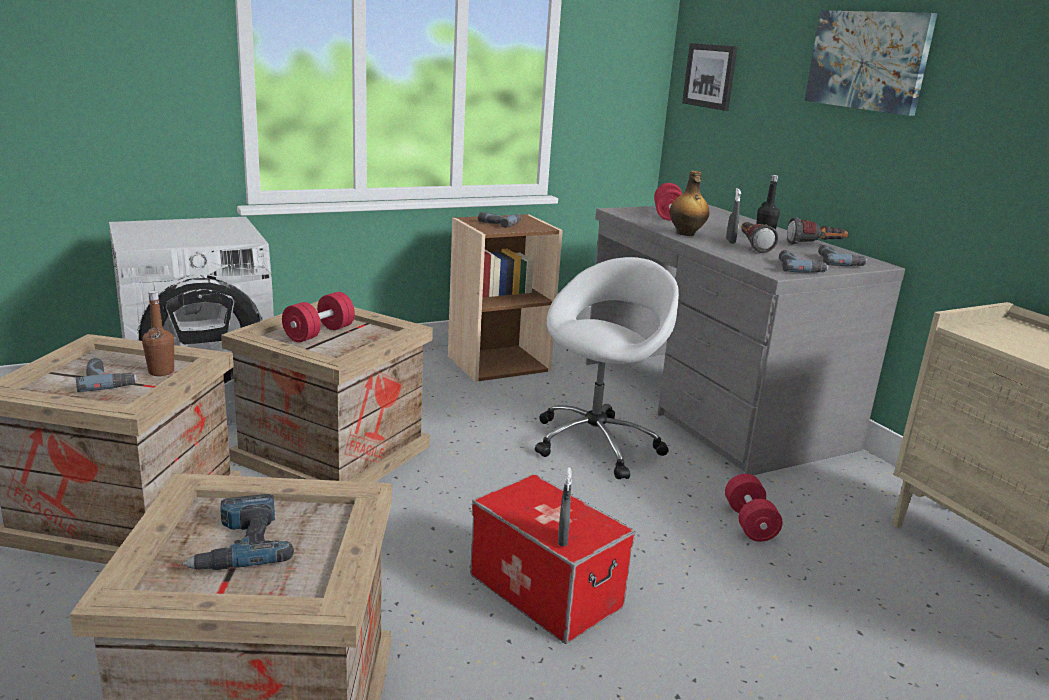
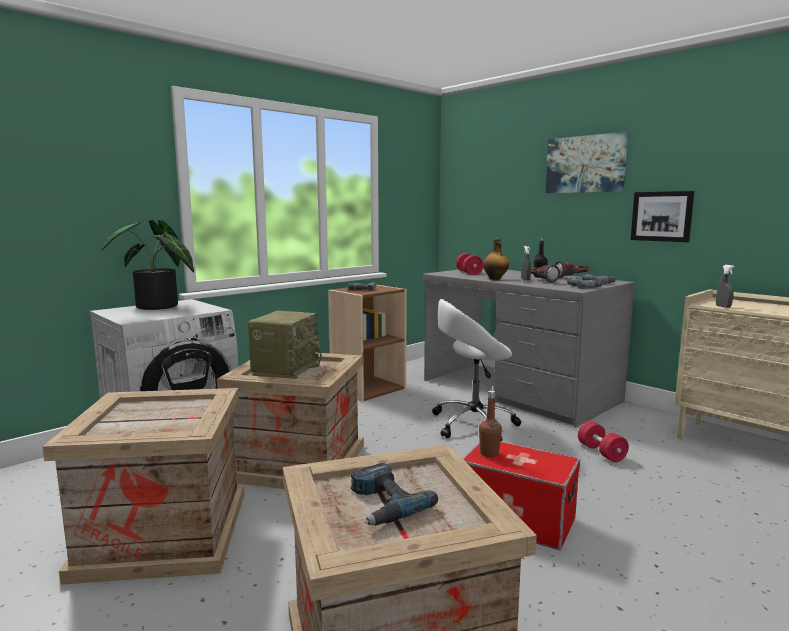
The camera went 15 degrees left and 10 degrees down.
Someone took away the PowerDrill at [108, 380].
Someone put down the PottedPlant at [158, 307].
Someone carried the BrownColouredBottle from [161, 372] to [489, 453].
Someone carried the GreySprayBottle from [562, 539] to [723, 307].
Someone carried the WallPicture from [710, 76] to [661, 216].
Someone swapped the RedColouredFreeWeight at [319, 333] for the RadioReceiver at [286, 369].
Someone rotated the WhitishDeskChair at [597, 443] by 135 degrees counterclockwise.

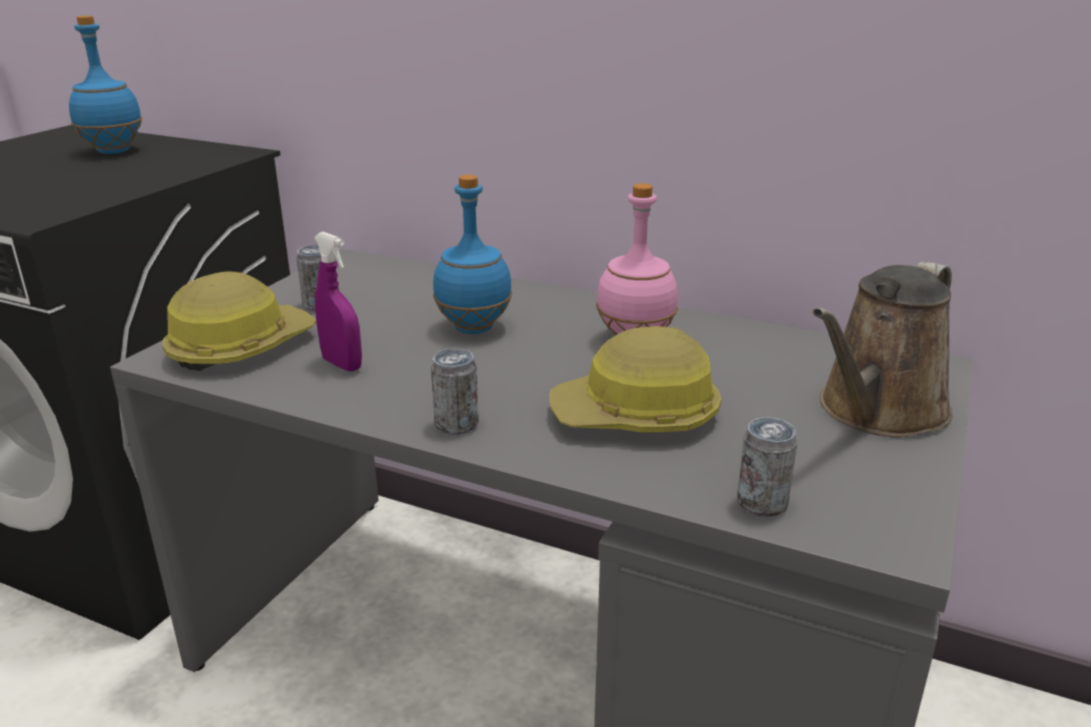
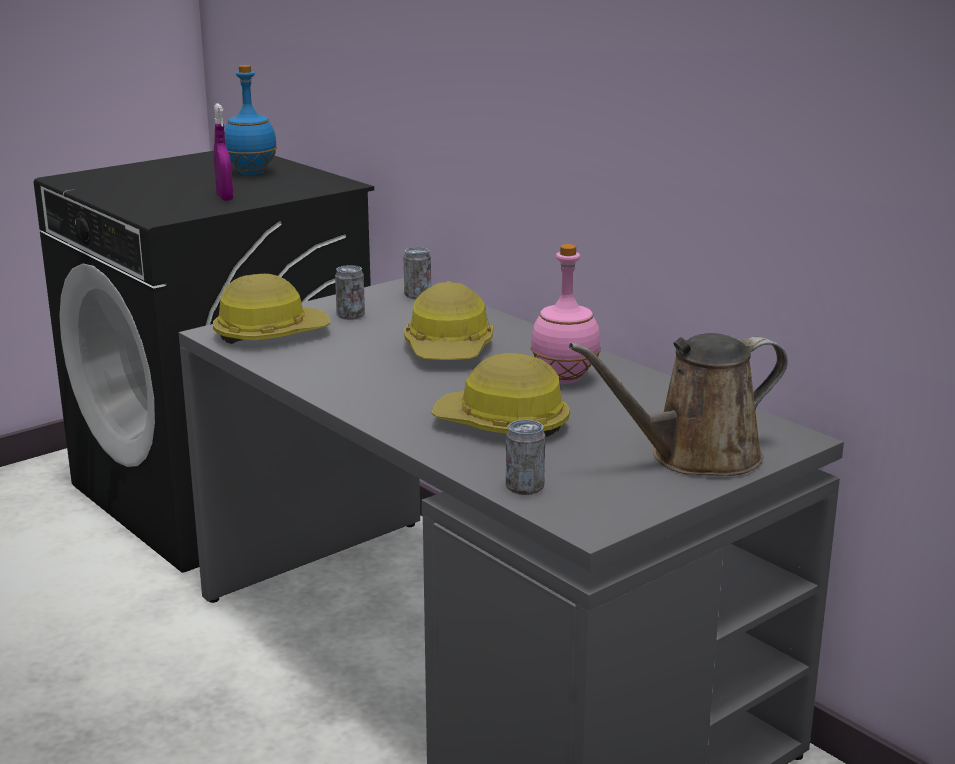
The camera went 25 degrees right and 5 degrees down.
Someone carried the PurpleColouredSprayBottle from [342, 364] to [225, 198].
Someone carried the Can from [456, 425] to [417, 295].
Someone swapped the BluishBottle at [474, 327] for the HardHat at [449, 349].

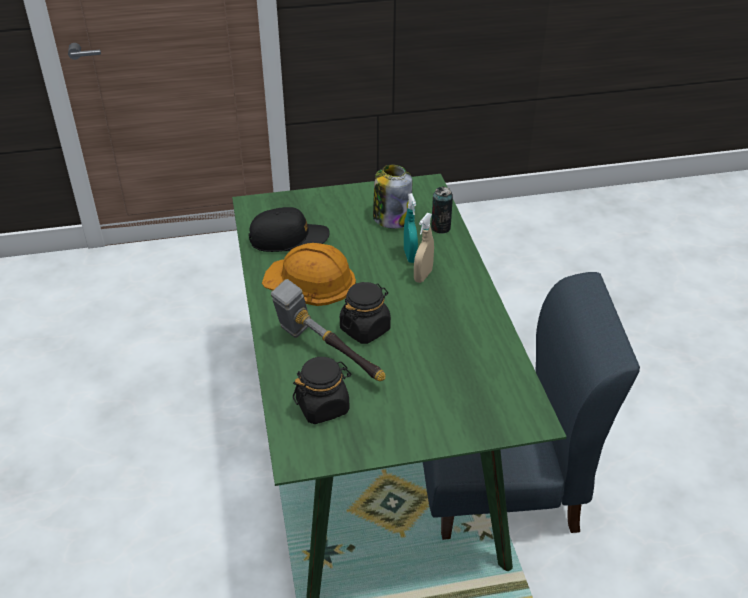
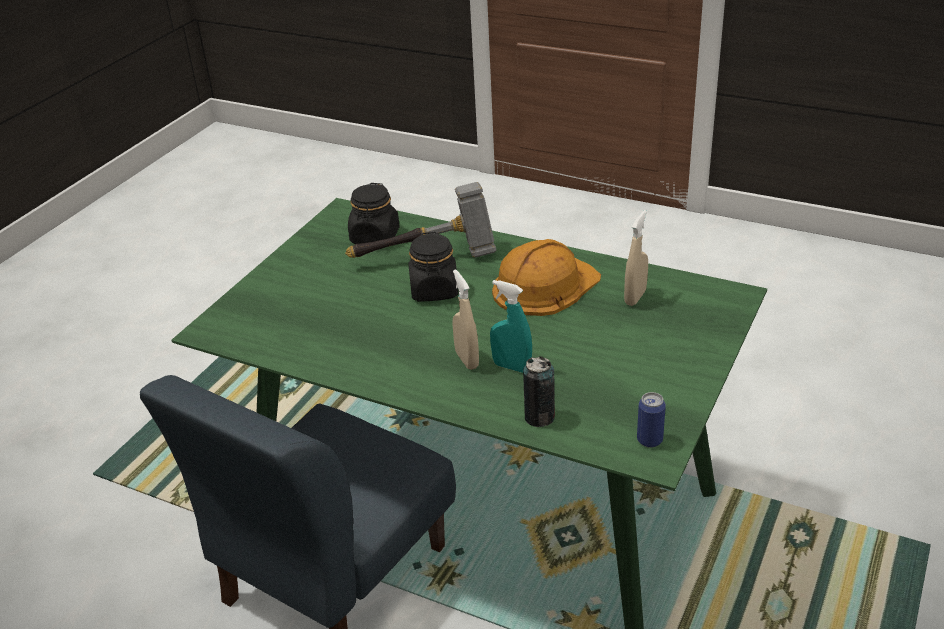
The camera went 130 degrees right and 5 degrees down.
Someone took away the PreserveJar at [391, 218].
Someone put down the Can at [649, 440].
Someone swapped the BlackishCap at [289, 239] for the SandColouredSprayBottle at [635, 297].

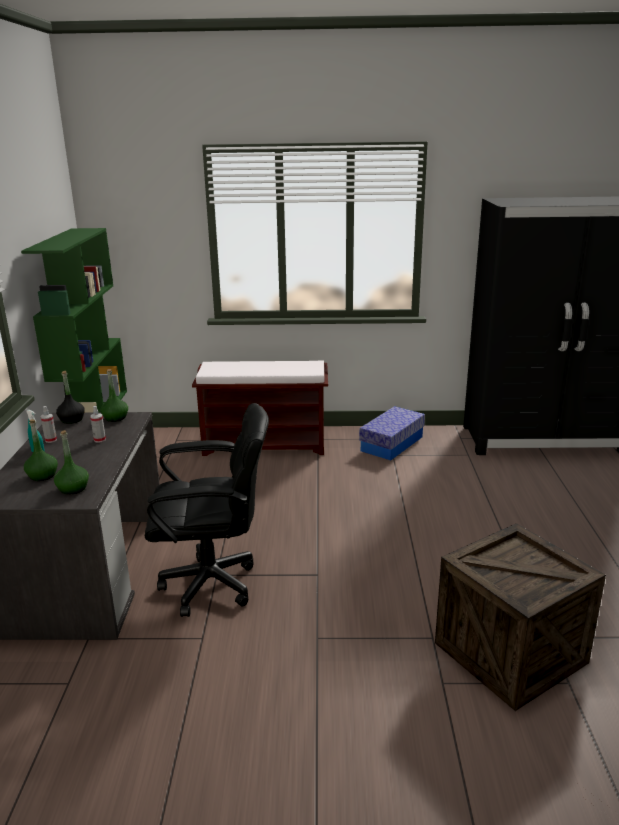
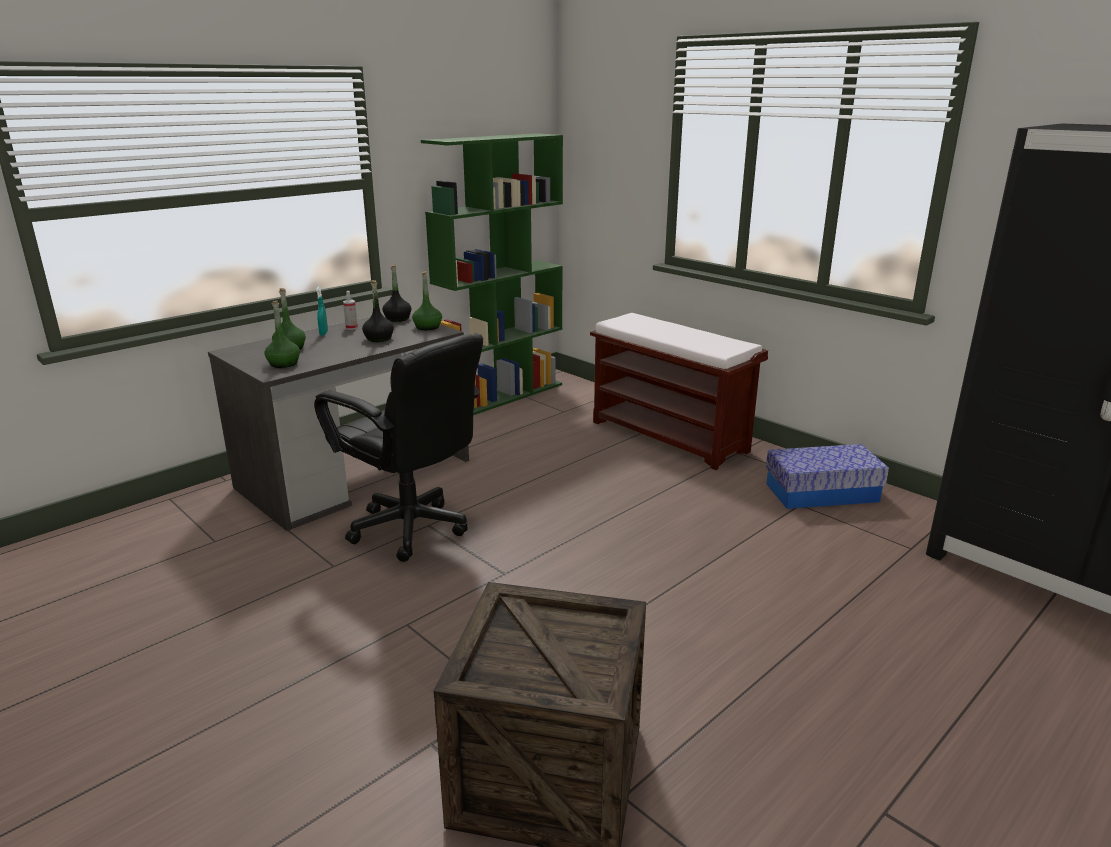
The camera went 45 degrees right and 0 degrees up.
Someone swapped the SprayBottle at [99, 440] for the BlackishBottle at [379, 339].

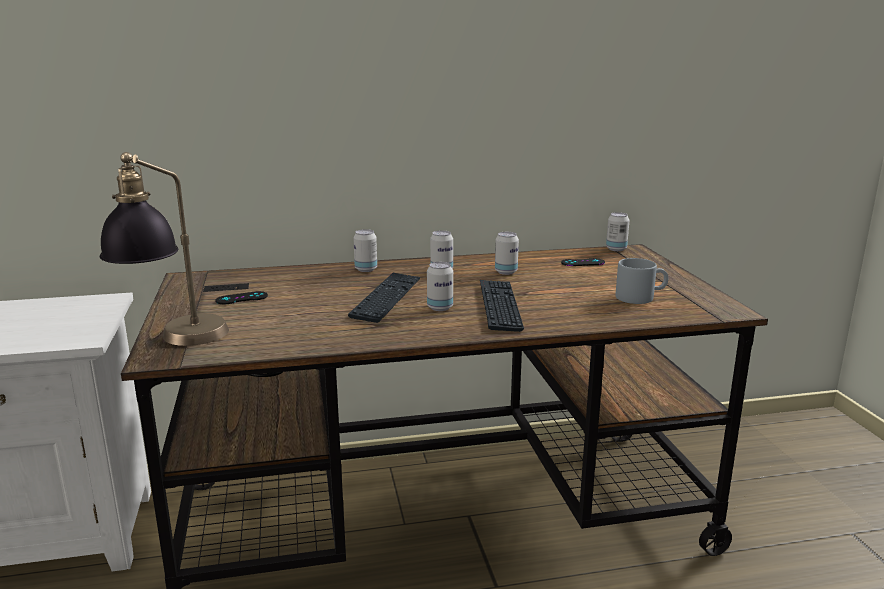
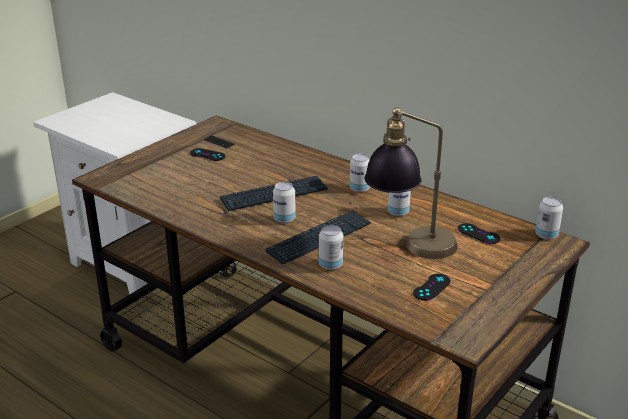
The camera went 50 degrees right and 10 degrees up.
Someone carried the LampForATable from [175, 343] to [409, 247].
Someone carried the Can from [366, 269] to [330, 265].
Someone swapped the GreyCoffeeMug at [640, 297] for the BlackishGamepad at [431, 287].

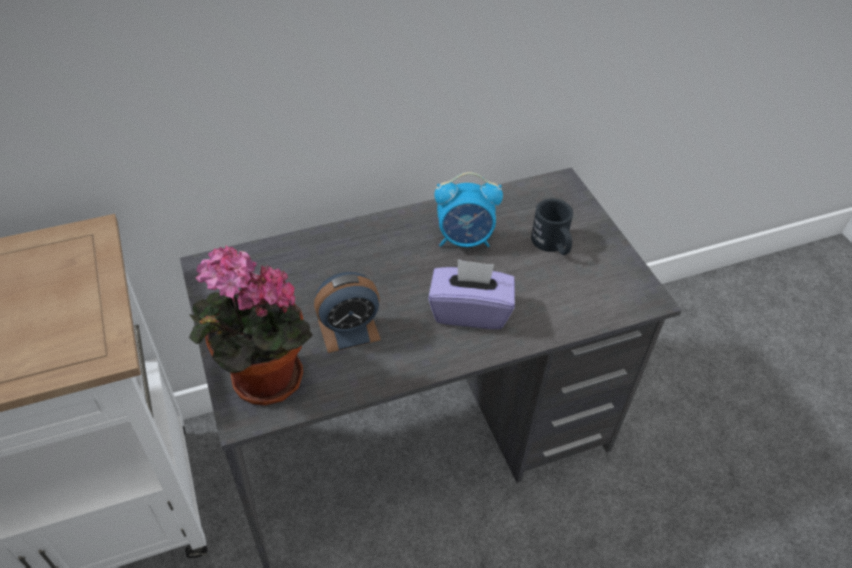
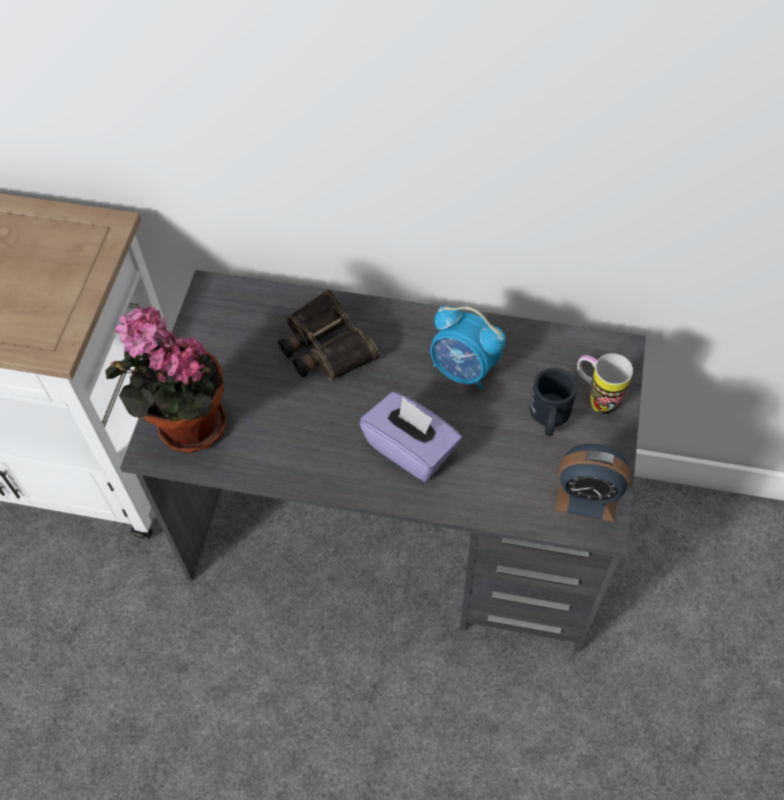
The camera went 35 degrees right and 10 degrees up.
Someone put down the PairOfBinoculars at [324, 346].
Someone put down the CoffeeMug at [595, 399].
Someone carried the AlarmClock from [349, 330] to [587, 496].

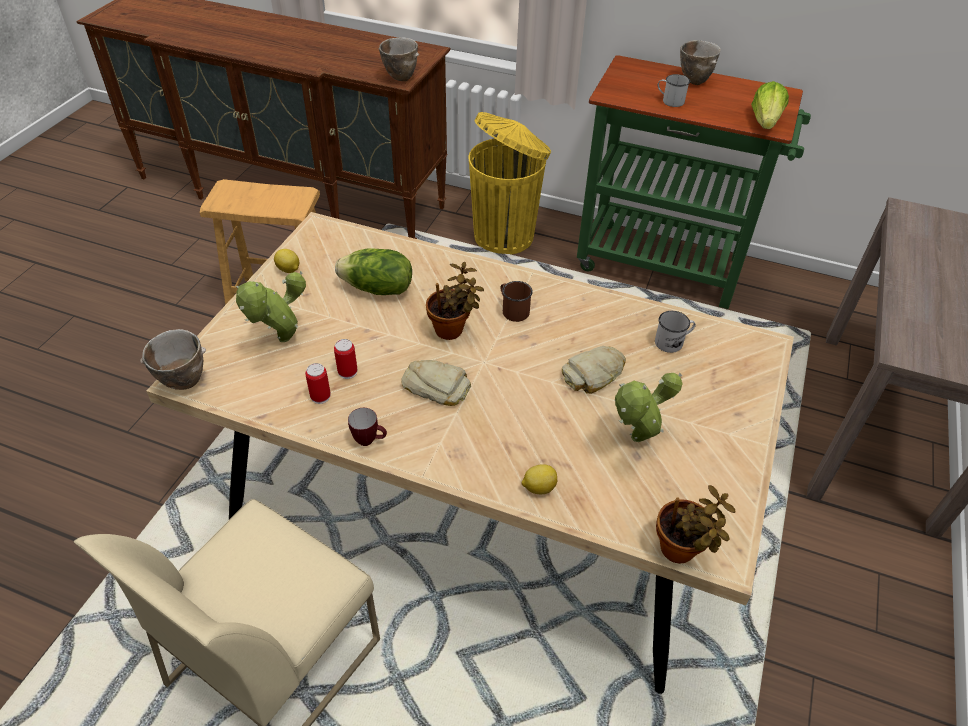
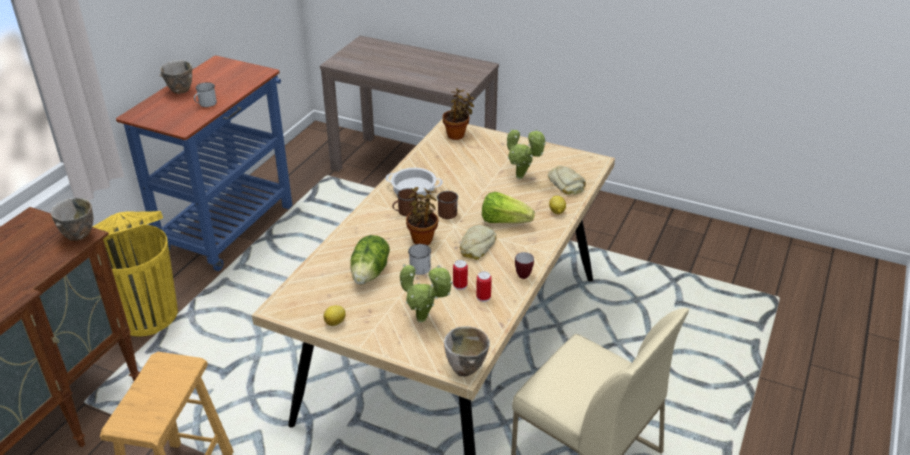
The camera went 85 degrees left and 10 degrees down.
Someone put down the Saucepot at [413, 188].
Someone put down the BrownColouredCoffeeMug at [448, 212].
Someone carried the Bread from [594, 374] to [566, 184].
Someone carried the WhitishCoffeeMug from [673, 342] to [419, 266].
Someone carried the PottedPlant from [681, 551] to [457, 135].
Someone carried the LettuceHead from [765, 122] to [504, 221].
Someone repainted the GreenWheeledCart at [662, 264], which became the BluishWheeledCart at [229, 228].

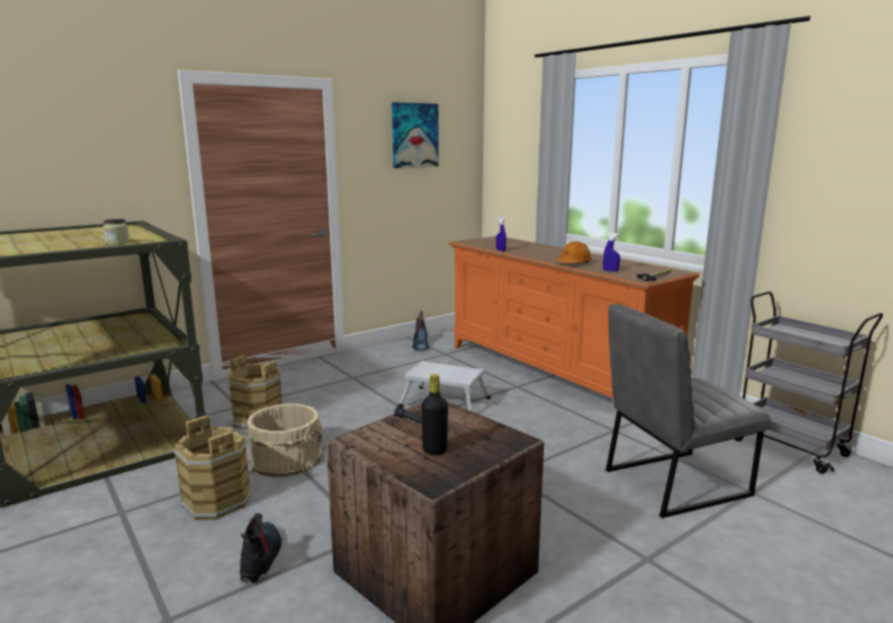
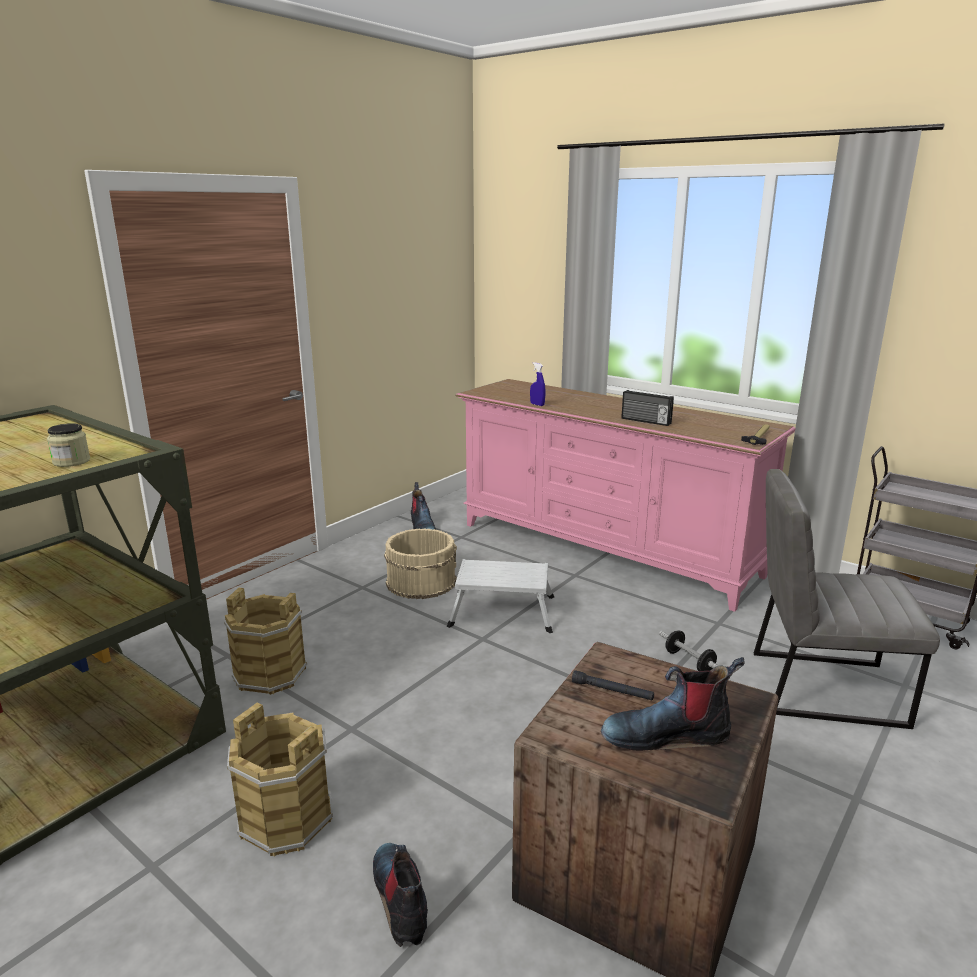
The camera went 15 degrees left and 5 degrees up.
Someone took away the WallPicture at [414, 135].
Someone took away the BluishSprayBottle at [610, 271].
Someone put down the FreeWeight at [689, 662].
Someone carried the SandColouredBucket from [286, 458] to [421, 581].
Someone swapped the BlackishBottle at [434, 450] for the HighTopBoot at [667, 735].
Someone swapped the OrangeyHardHat at [574, 263] for the RadioReceiver at [645, 421].
Someone repainted the OrangeyCupboard at [552, 373], which became the PinkCupboard at [604, 550].
Someone rotated the GreyPlainChair at [672, 482] by 45 degrees clockwise.

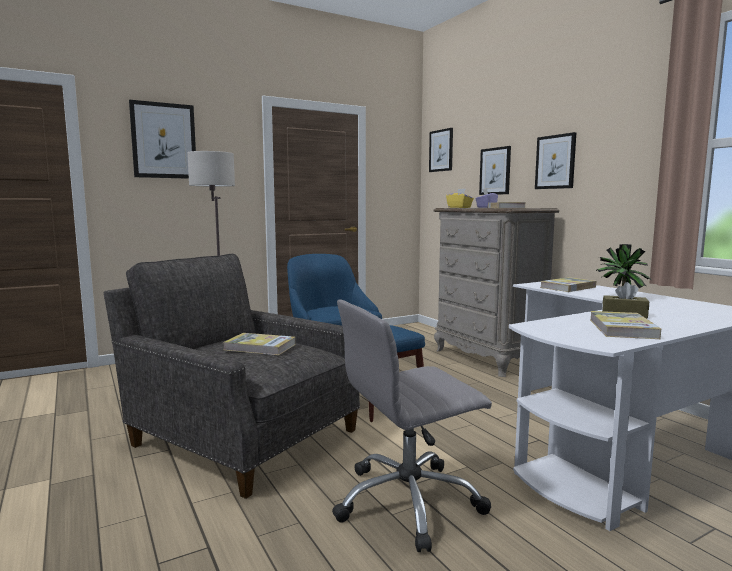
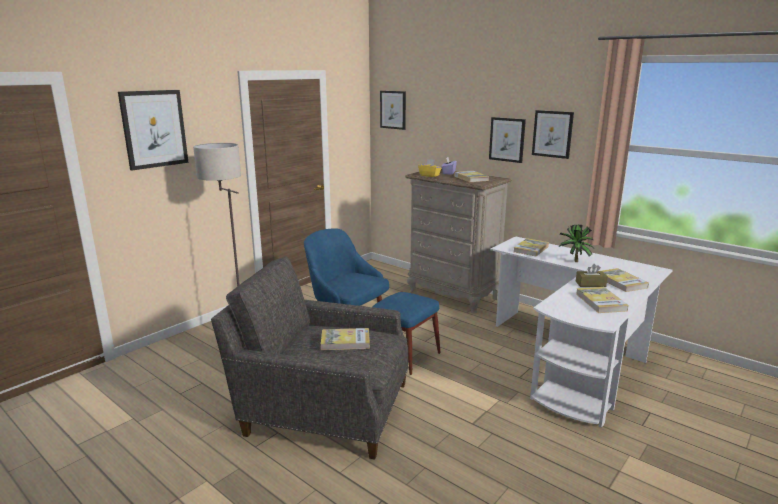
The camera went 20 degrees left and 10 degrees up.
Someone took away the GreyDeskChair at [408, 502].
Someone put down the BoundBook at [621, 282].
Someone carried the WallPicture from [495, 171] to [552, 134].

